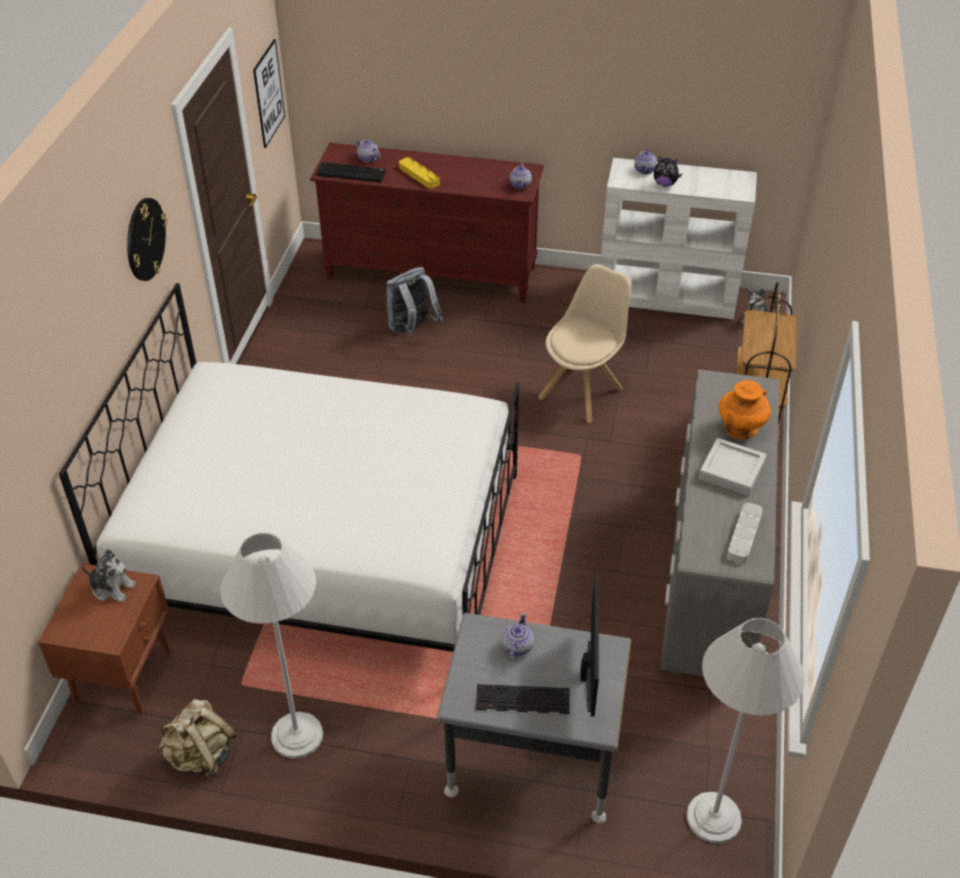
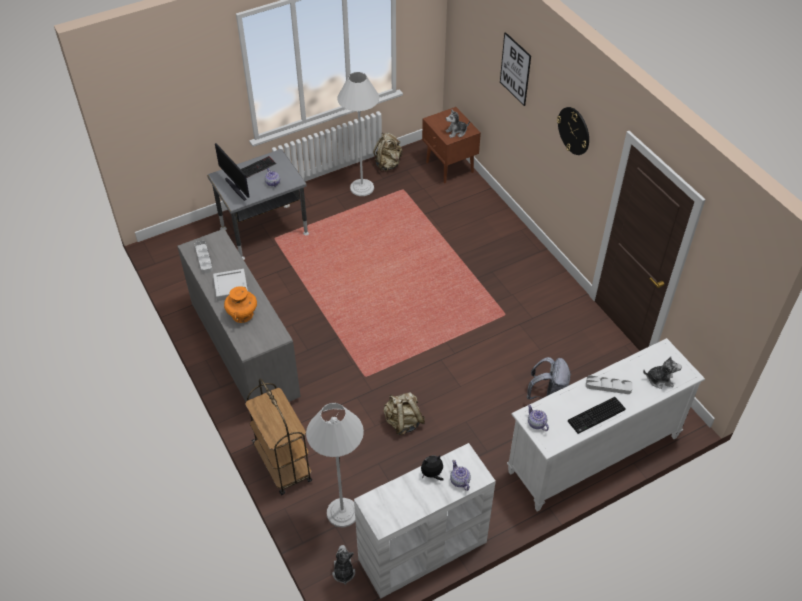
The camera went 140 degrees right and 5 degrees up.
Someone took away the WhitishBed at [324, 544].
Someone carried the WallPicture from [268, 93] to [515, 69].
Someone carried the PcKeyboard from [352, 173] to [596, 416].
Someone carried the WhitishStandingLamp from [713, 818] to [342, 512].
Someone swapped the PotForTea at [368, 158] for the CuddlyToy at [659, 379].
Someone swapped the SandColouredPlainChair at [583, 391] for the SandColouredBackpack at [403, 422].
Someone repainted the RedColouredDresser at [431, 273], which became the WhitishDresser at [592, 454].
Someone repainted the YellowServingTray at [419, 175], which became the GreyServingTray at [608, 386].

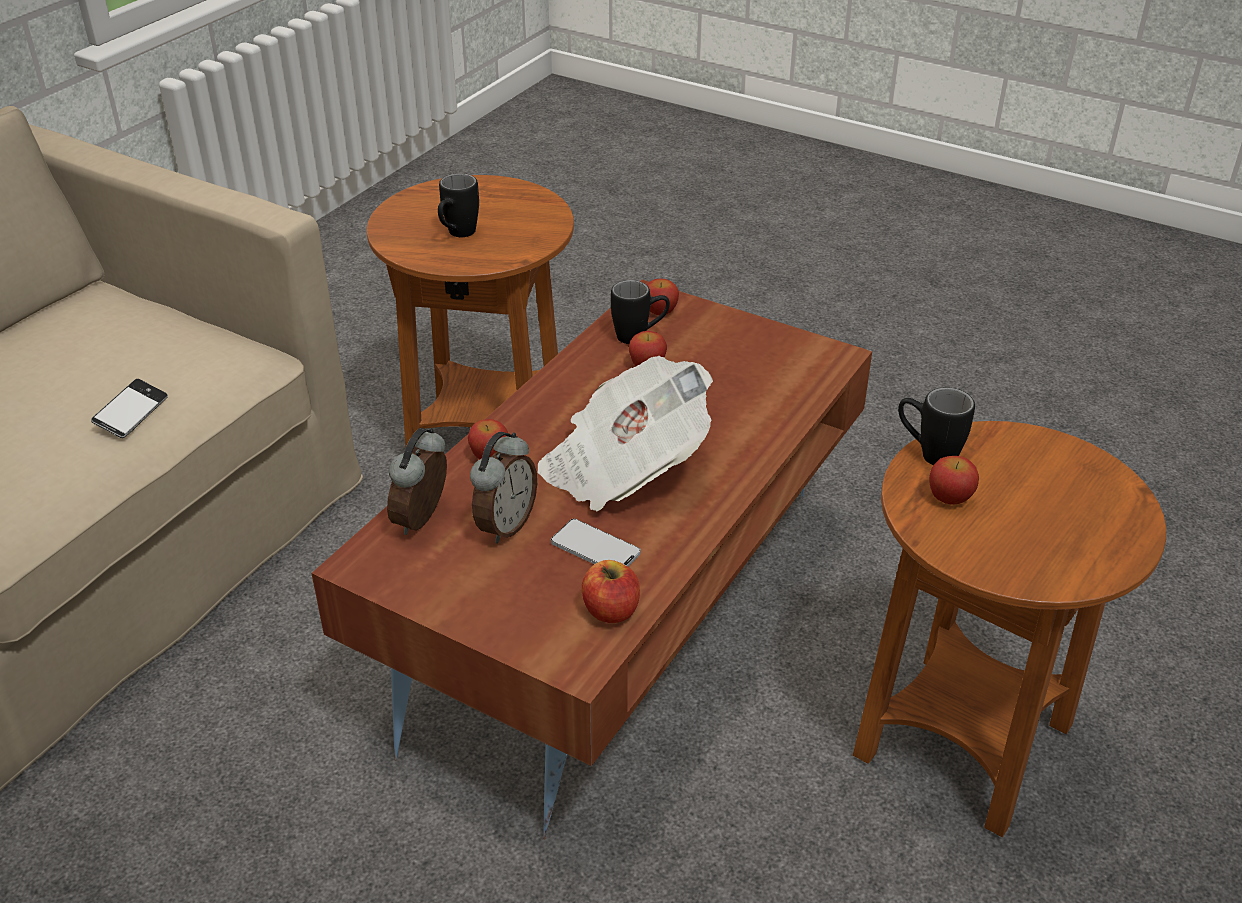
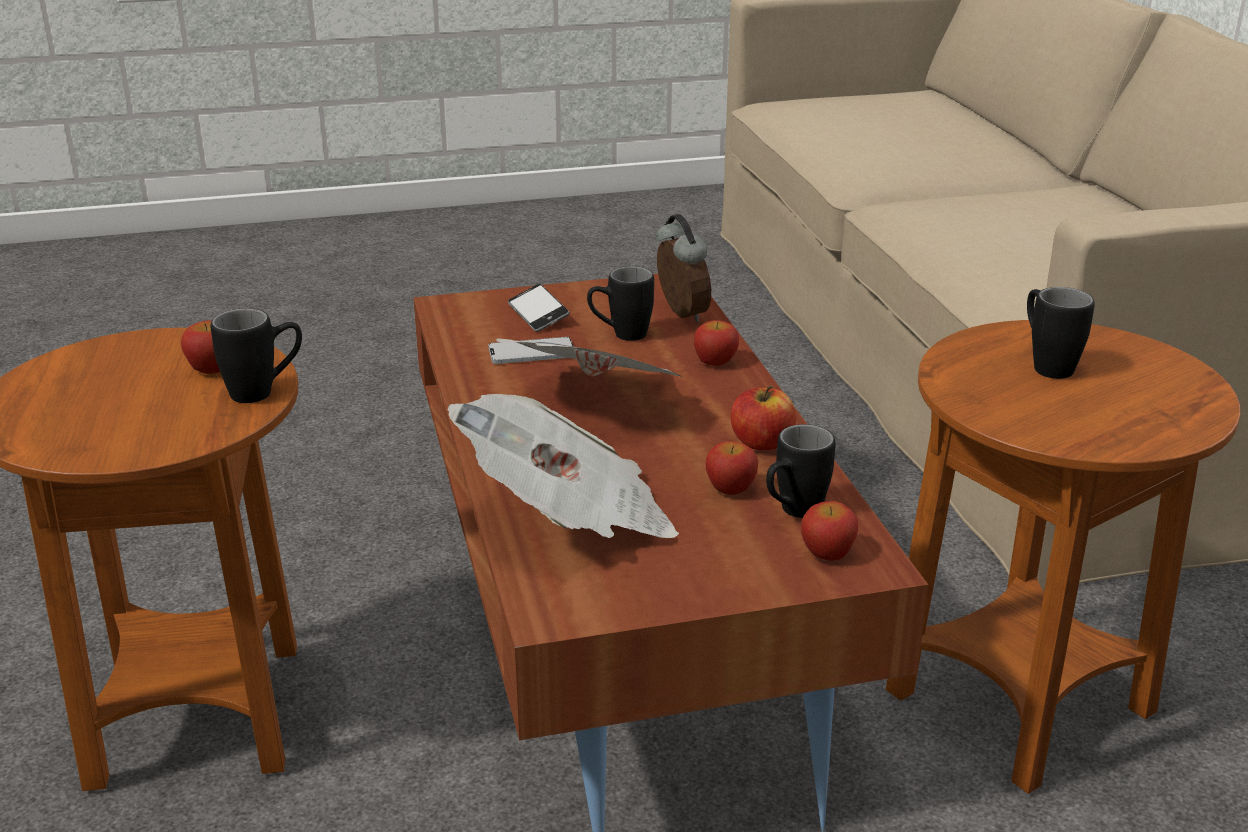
The camera went 135 degrees right and 10 degrees down.
Someone put down the Newspaper at [569, 519].
Someone carried the Phone from [131, 414] to [538, 314].
Someone carried the Apple from [611, 610] to [761, 443].
Someone swapped the AlarmClock at [505, 525] for the BlackishCoffeeMug at [620, 335].

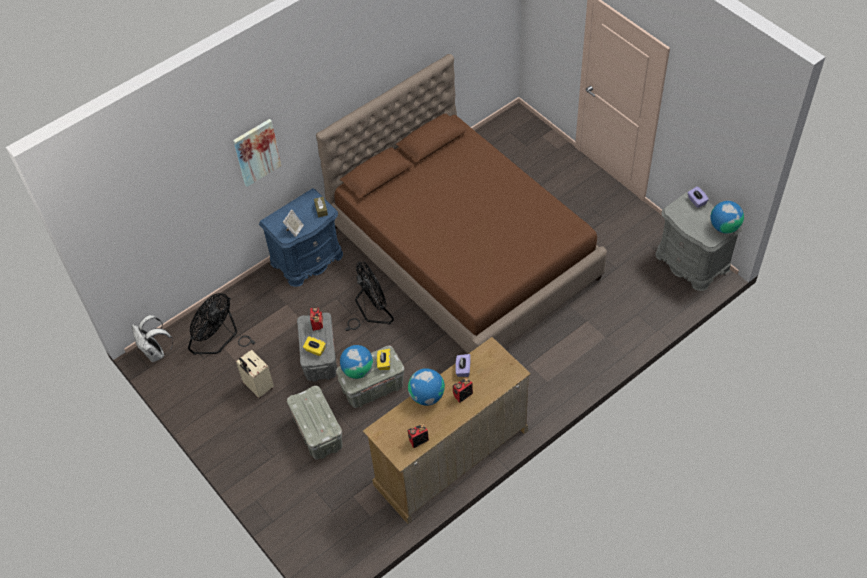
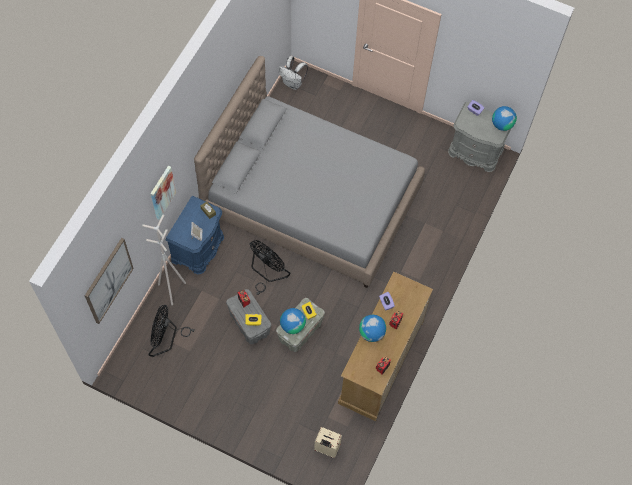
The camera went 30 degrees left and 10 degrees up.
Someone took away the GreyStorageBox at [318, 433].
Someone put up the WallPicture at [108, 280].
Someone put down the GreyGarmentStand at [172, 290].
Someone carried the WhitishBackpack from [156, 353] to [293, 83].
Someone carried the SandColouredTravelCase from [258, 387] to [326, 448].
Someone repainted the BrownColouredBed at [463, 251], which became the GreyBed at [311, 199].

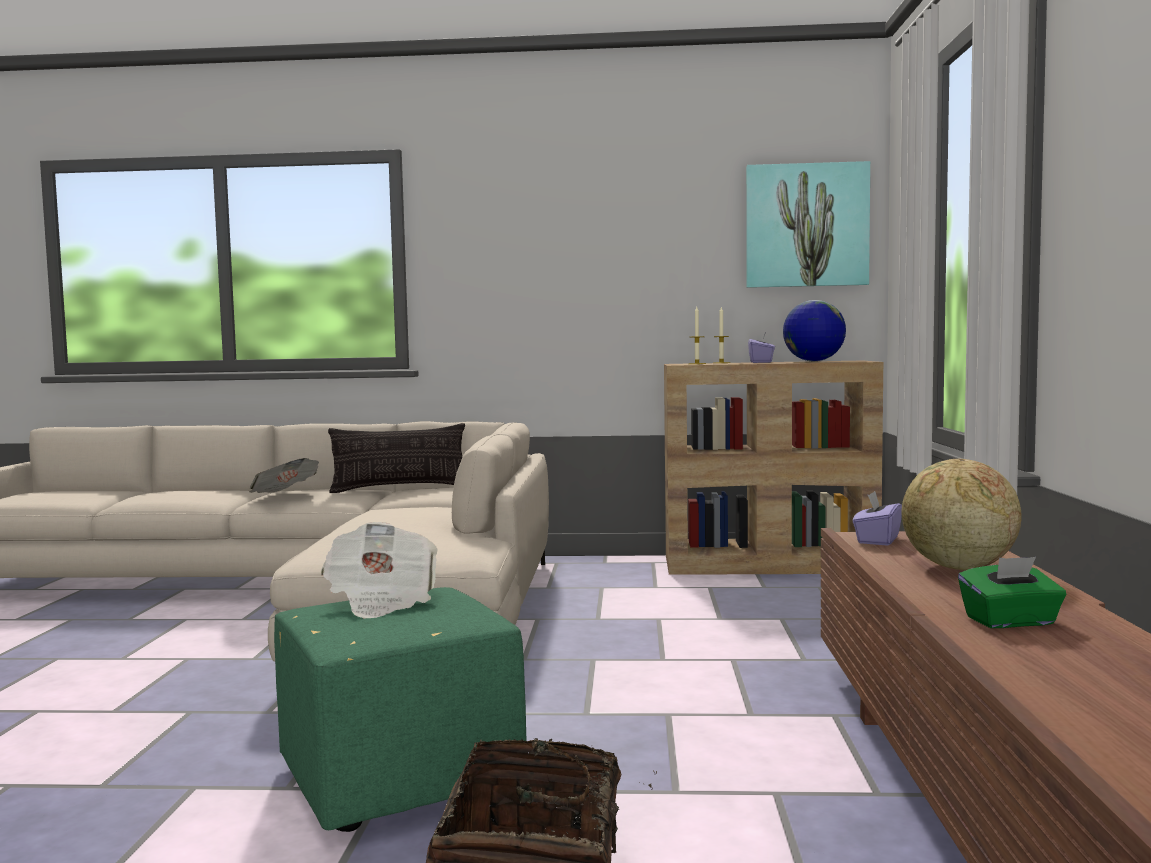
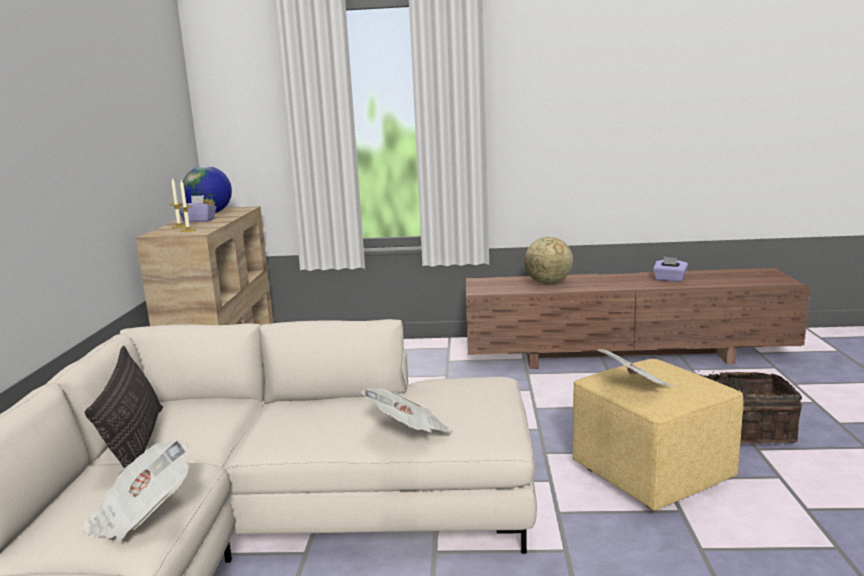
The camera went 90 degrees left and 10 degrees up.
Someone took away the WallPicture at [806, 225].
Someone took away the GreenTissueBox at [1010, 621].
Someone put down the Newspaper at [408, 431].
Someone carried the PurpleColouredTissueBox from [877, 540] to [669, 279].
Someone repainted the GreenOttoman at [399, 778], which became the YellowOttoman at [649, 475].

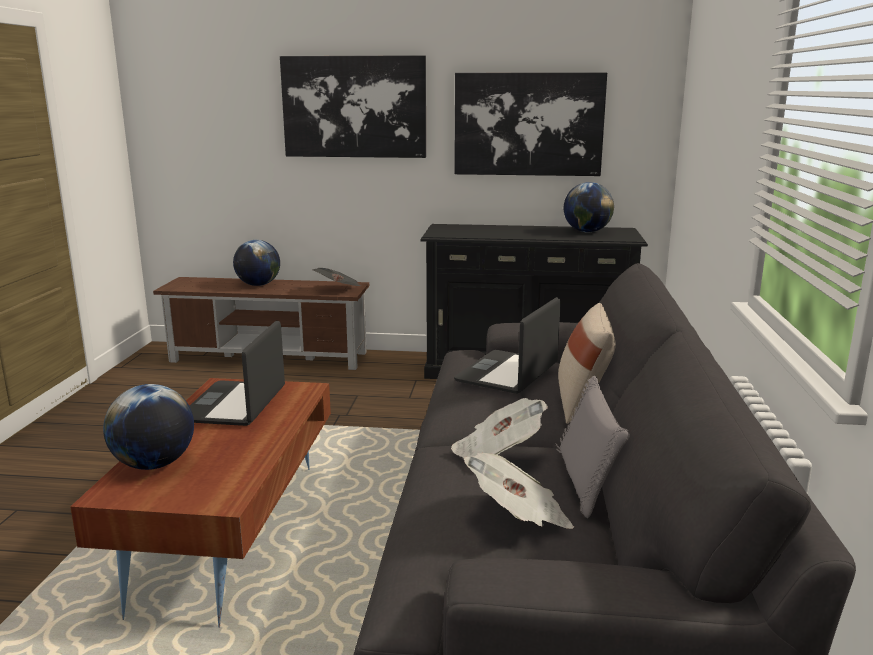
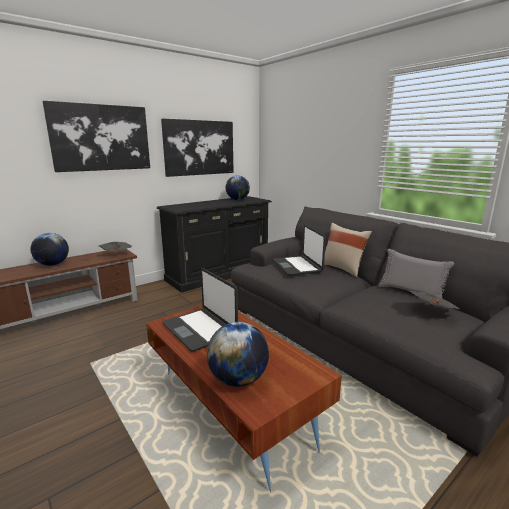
The camera went 45 degrees left and 0 degrees up.
Someone took away the Newspaper at [497, 453].

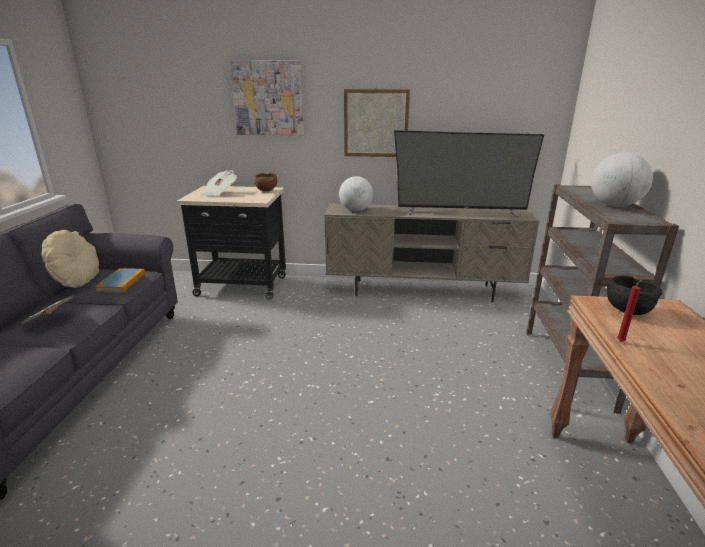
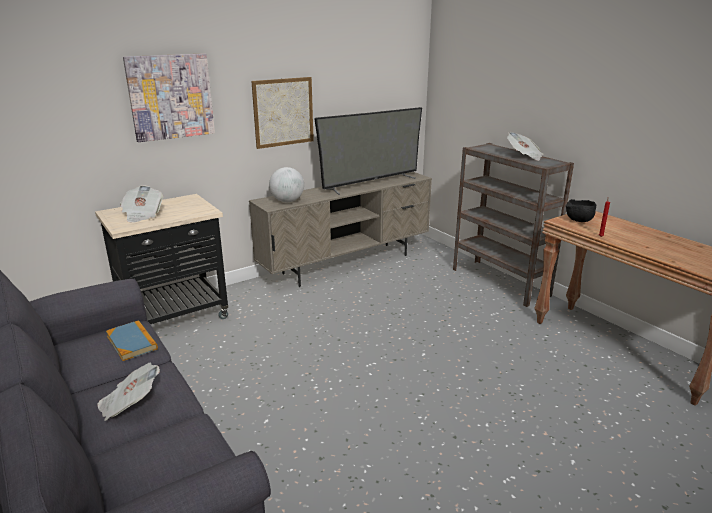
The camera went 40 degrees left and 0 degrees up.
Someone took away the SandColouredThrowPillow at [78, 283].
Someone took away the BrownColouredBowl at [267, 191].
Someone swapped the Globe at [614, 205] for the Newspaper at [524, 156].

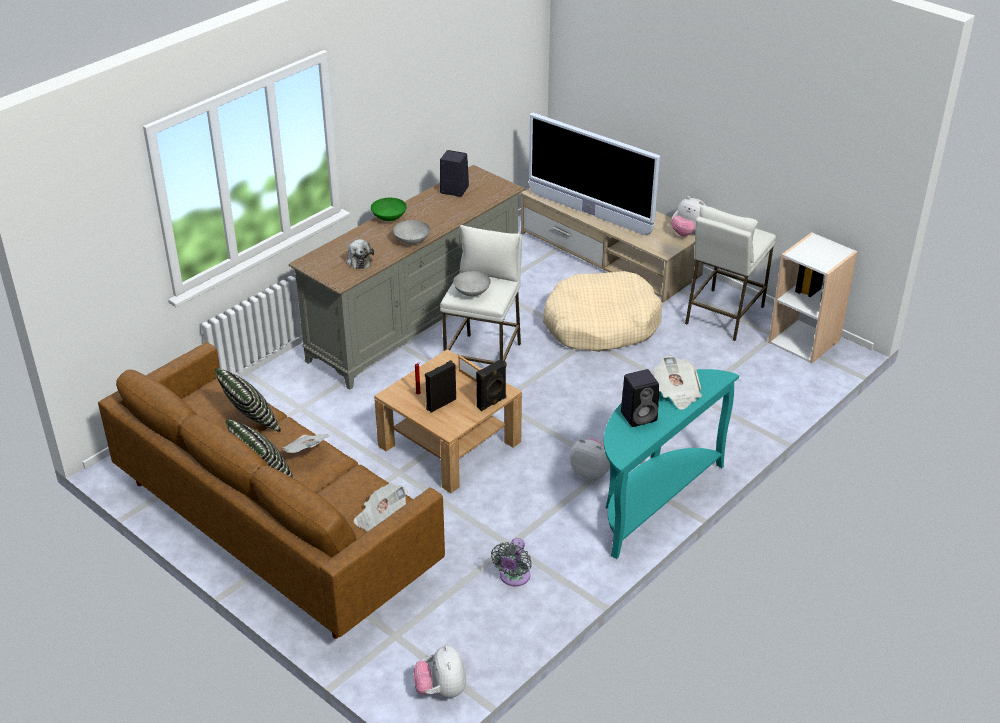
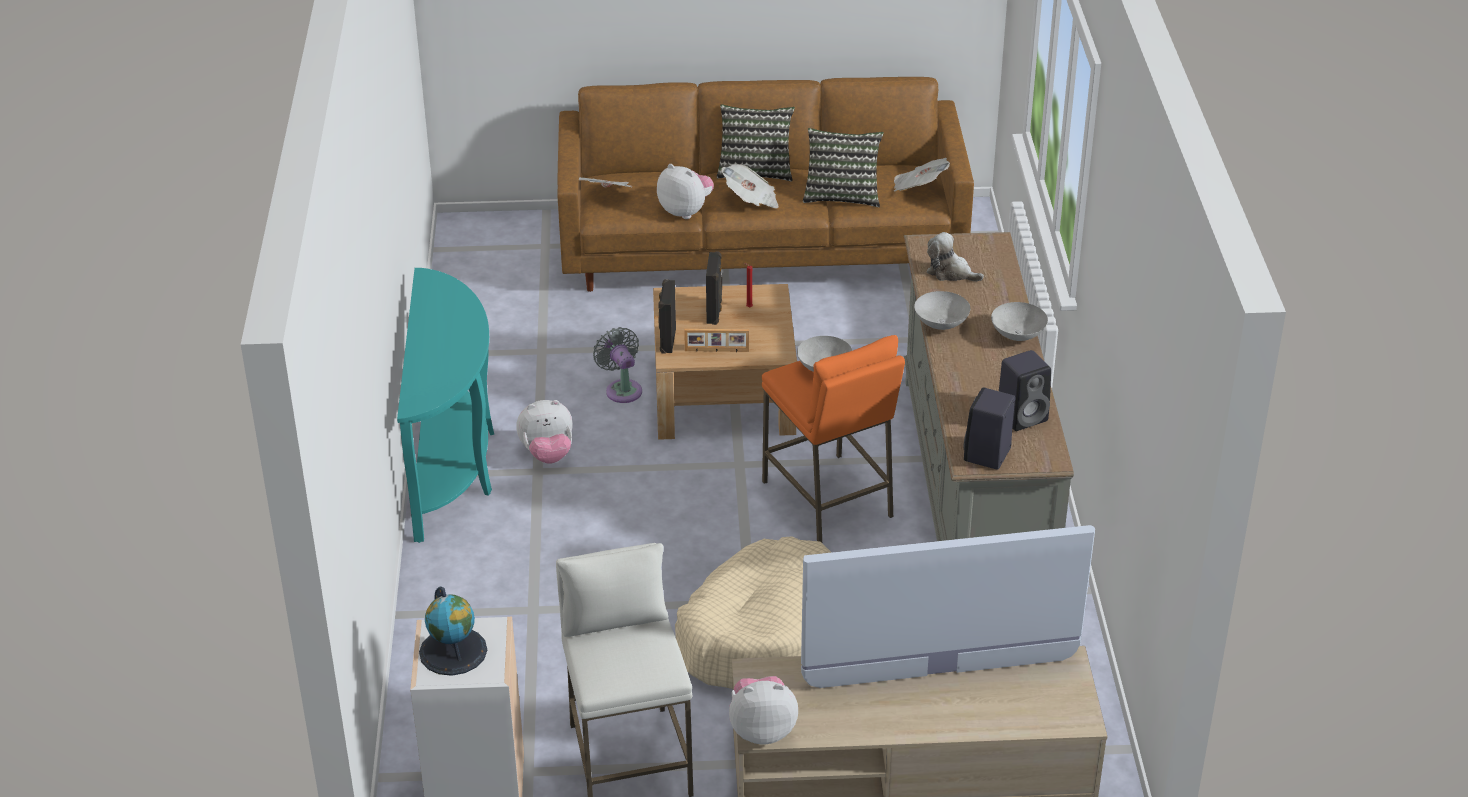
The camera went 135 degrees right and 0 degrees up.
Someone put down the Globe at [453, 651].
Someone carried the CuddlyToy from [441, 690] to [686, 211].
Someone carried the GreyFan from [513, 577] to [622, 389].
Someone carried the BlackishAudioSpeaker from [639, 416] to [987, 455].
Someone carried the Newspaper from [676, 393] to [918, 187].
Someone repainted the GreenBowl at [389, 218], which became the GreyBowl at [1018, 335].
Someone repainted the WhitishSittingStool at [484, 359], which became the OrangeySittingStool at [828, 499].

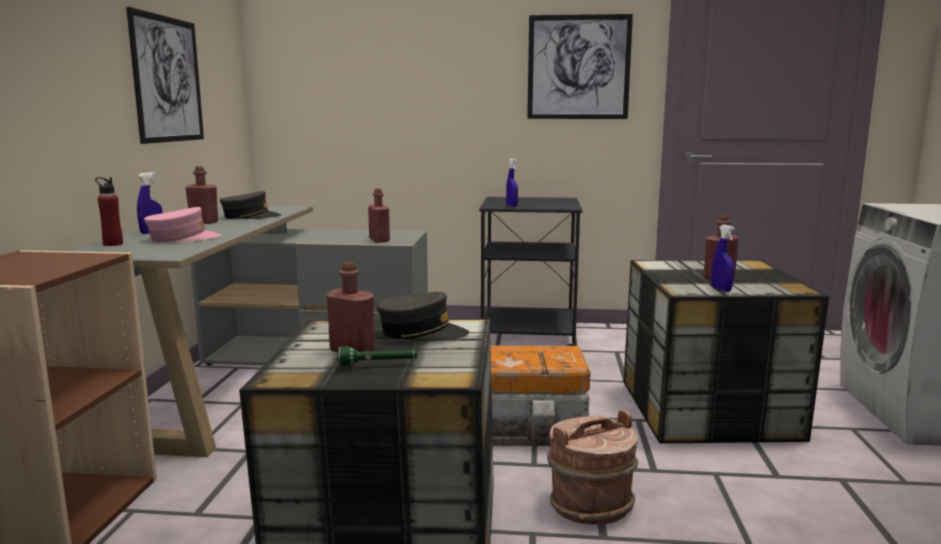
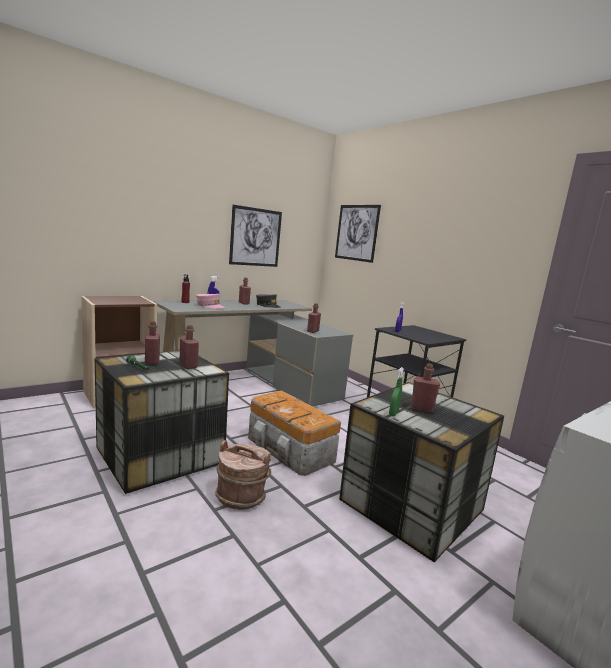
The camera went 45 degrees right and 0 degrees up.
Someone carried the WallPicture from [578, 67] to [356, 232].
Someone swapped the GreyCap at [421, 333] for the RedColouredBottle at [188, 366].
Someone repainted the BluishSprayBottle at [721, 289], which became the GreenSprayBottle at [393, 413].

